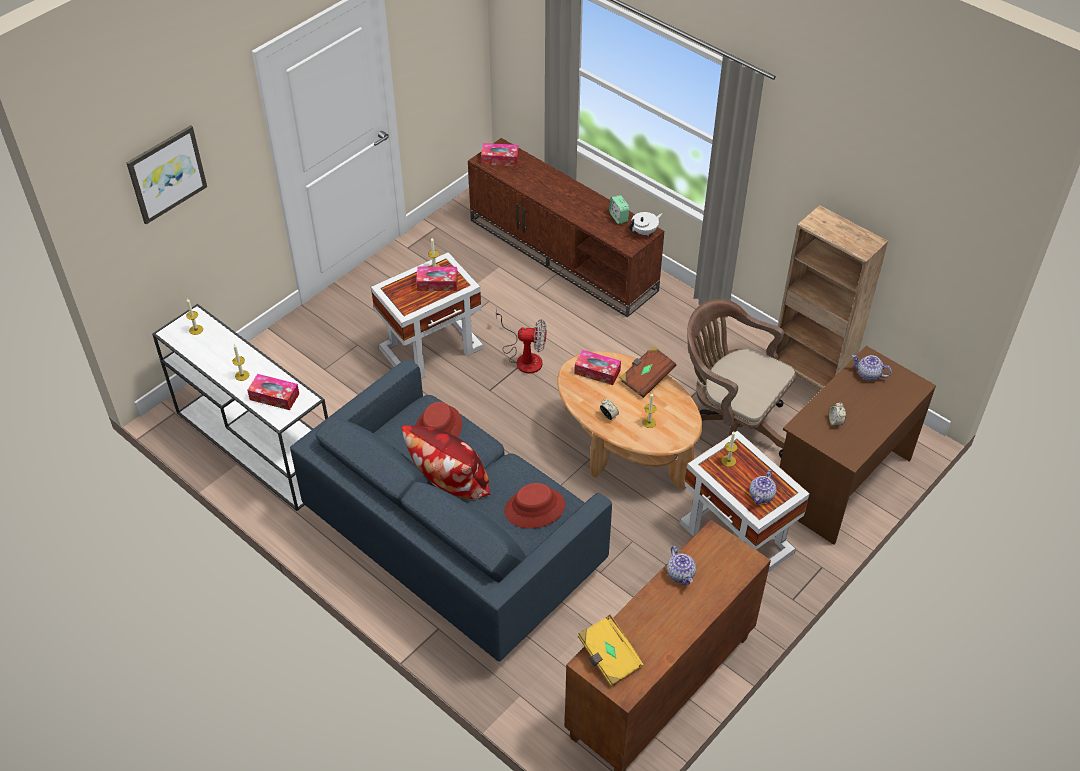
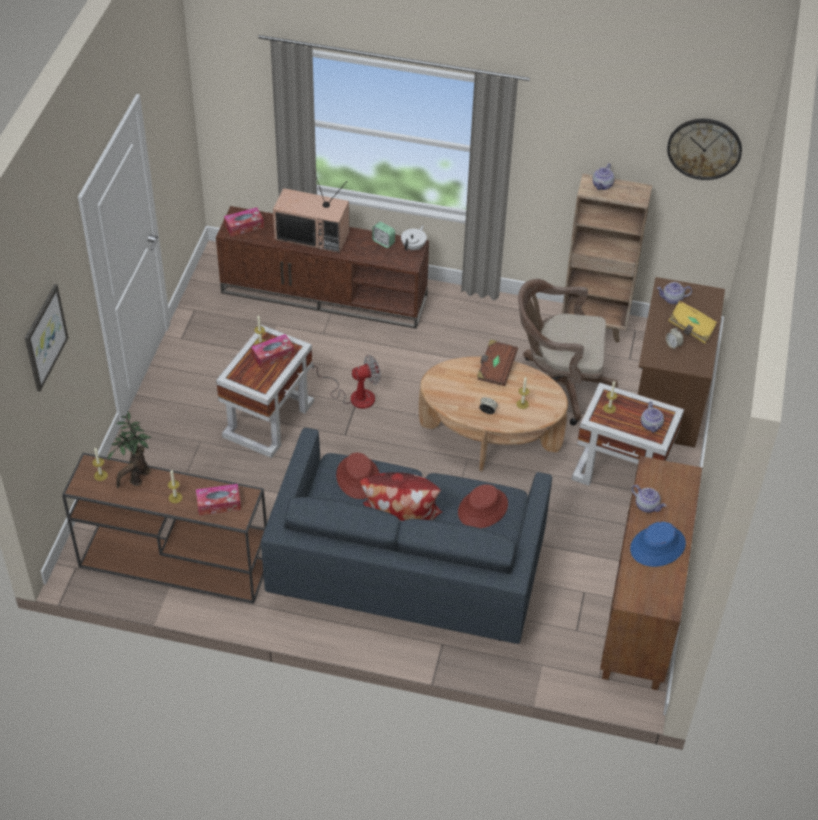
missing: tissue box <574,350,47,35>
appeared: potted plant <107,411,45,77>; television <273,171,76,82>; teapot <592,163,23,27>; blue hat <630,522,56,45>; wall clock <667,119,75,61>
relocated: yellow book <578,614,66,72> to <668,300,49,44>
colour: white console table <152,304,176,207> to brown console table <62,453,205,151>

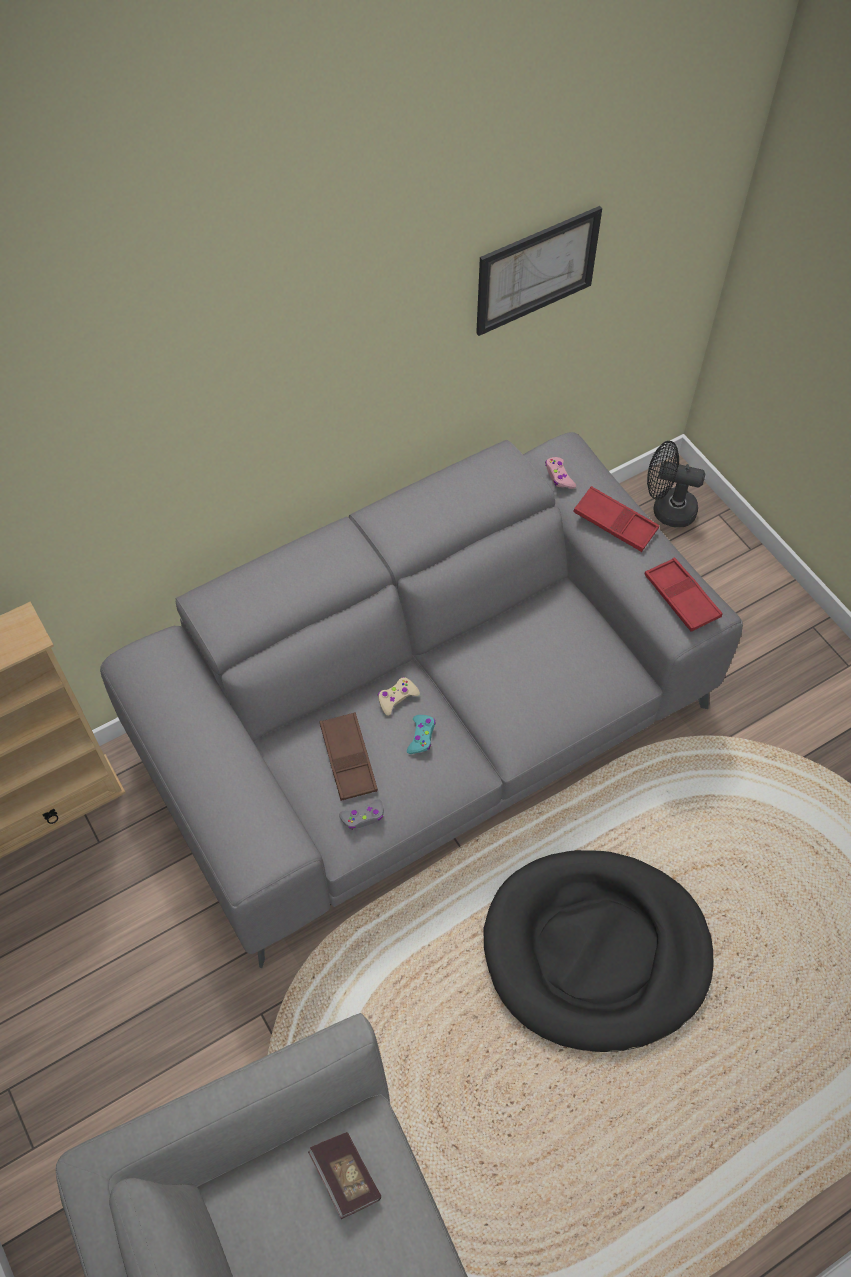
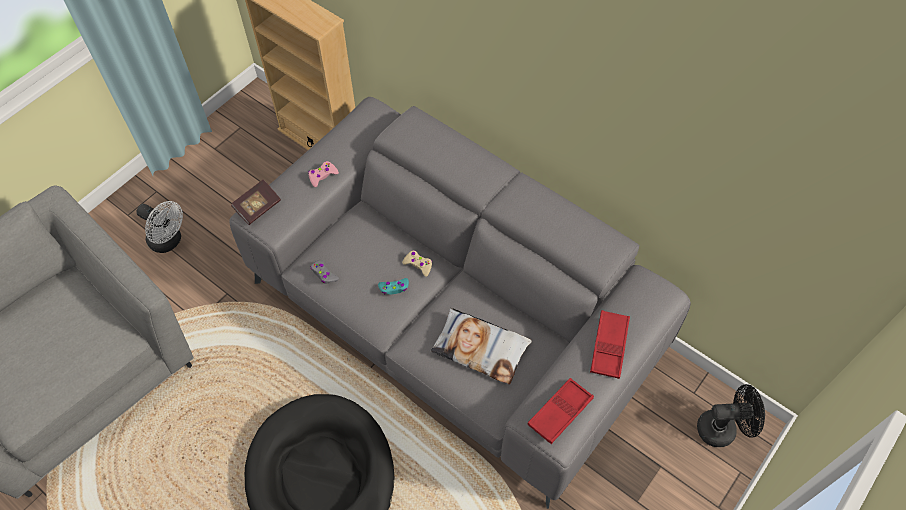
missing: brown tray <320,712,58,89>; picture <476,206,126,130>
appeared: white fan <137,201,46,52>; pillow <431,308,101,76>
relocated: book <308,1132,73,87> to <231,179,50,46>; pink game controller <545,457,31,32> to <308,161,31,26>
spun: black fan <647,441,59,86> = <697,384,68,63> 90 degrees clockwise

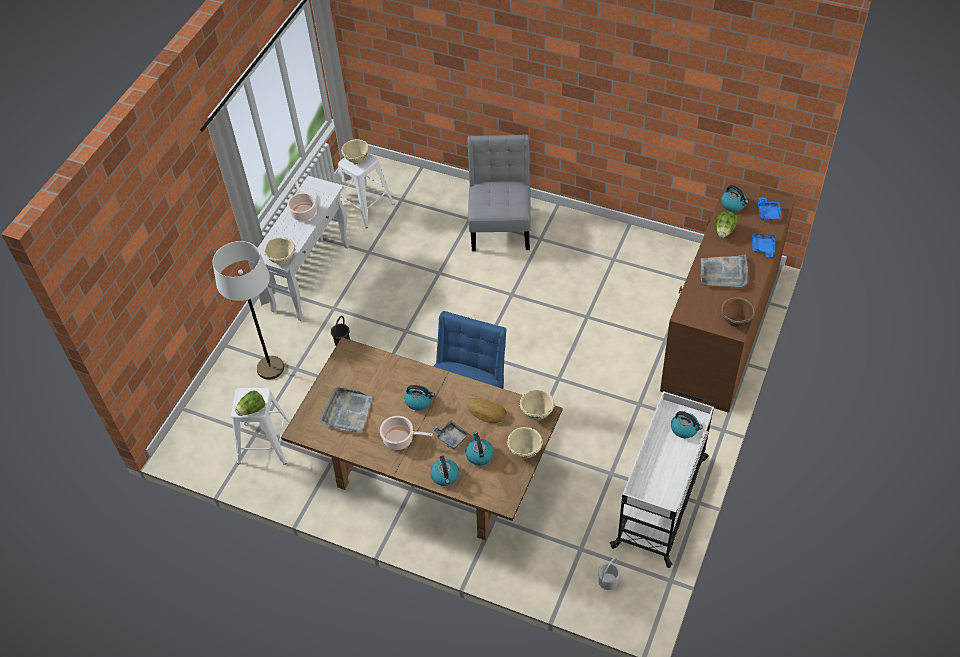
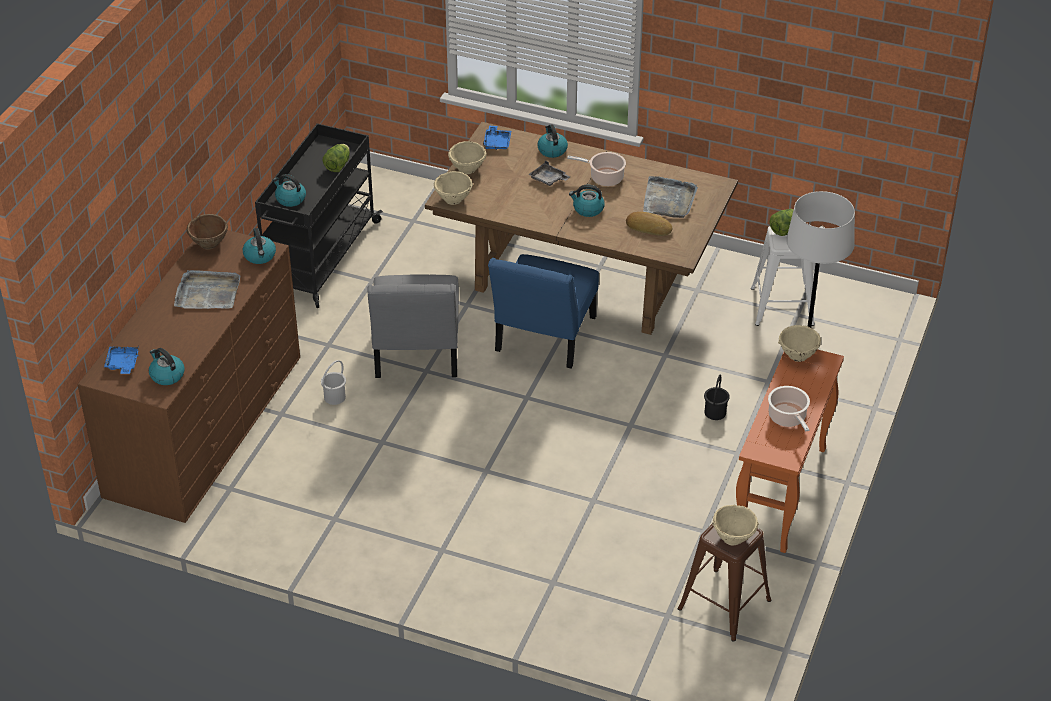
relocated: kettle <465,432,29,34> to <243,228,33,36>; white bucket <598,557,22,33> to <321,360,25,45>; lettuce <716,211,22,27> to <323,144,27,28>; grey chair <467,135,64,116> to <367,274,92,104>; blue tray <752,234,23,23> to <483,125,28,25>; bread <467,398,40,25> to <626,212,46,24>
colour: white cart <609,390,105,178> to black cart <255,123,128,185>; white stool <338,153,57,75> to brown stool <678,524,94,117>; white console table <250,176,100,145> to orange console table <736,349,108,204>

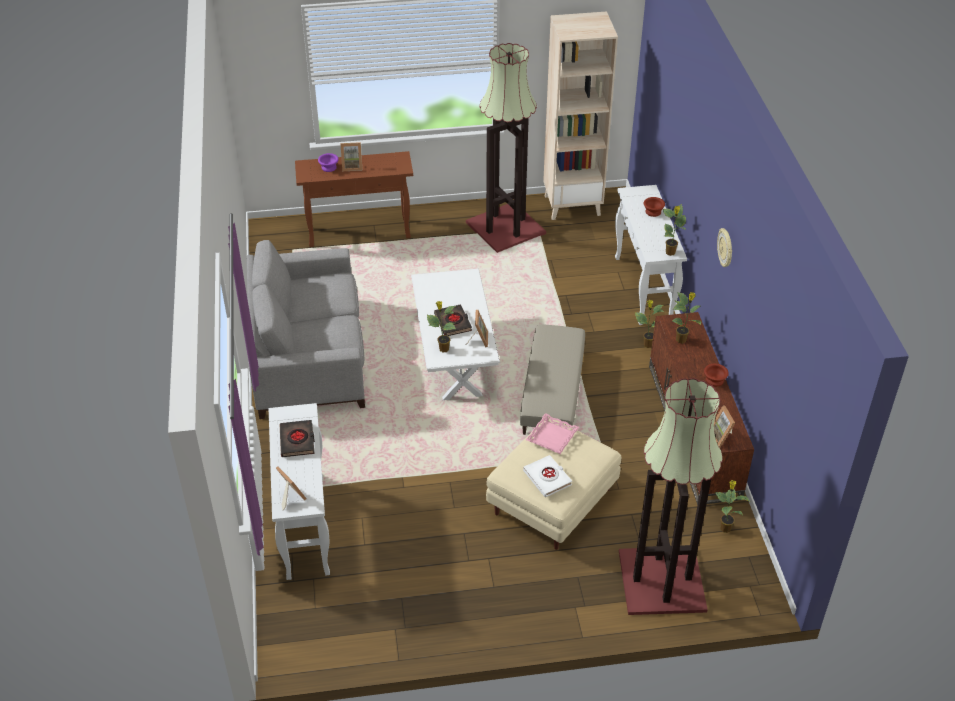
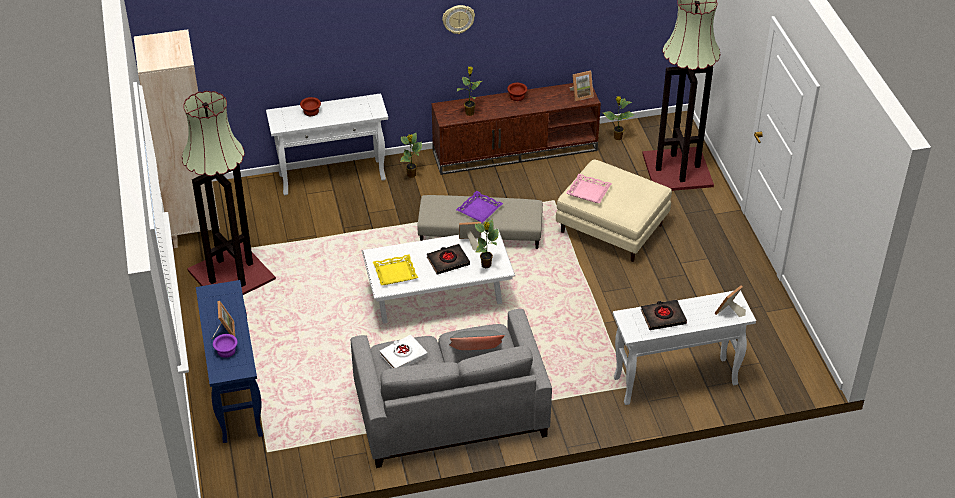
missing: potted plant <663,204,23,52>
appeared: yellow tray <373,255,45,30>; grey pillow <449,330,56,20>; purple tray <456,191,47,32>
relocated: white book <523,455,49,42> to <380,334,47,34>
colour: brown console table <295,151,118,96> to blue console table <196,280,67,163>

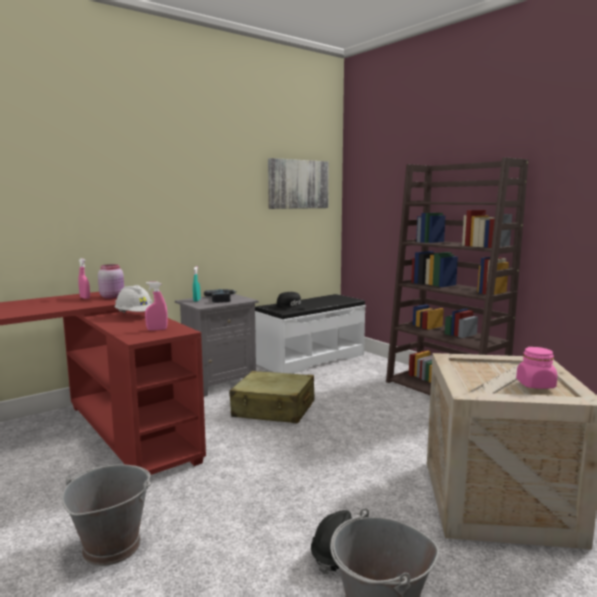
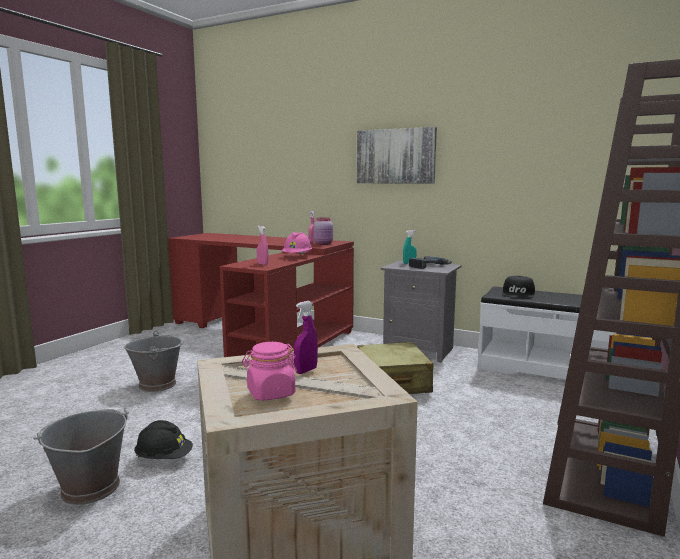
appeared: purple spray bottle <294,301,24,73>
relocated: picture <268,158,61,51> to <357,127,80,56>
colour: white hard hat <115,285,38,28> to pink hard hat <282,232,30,23>

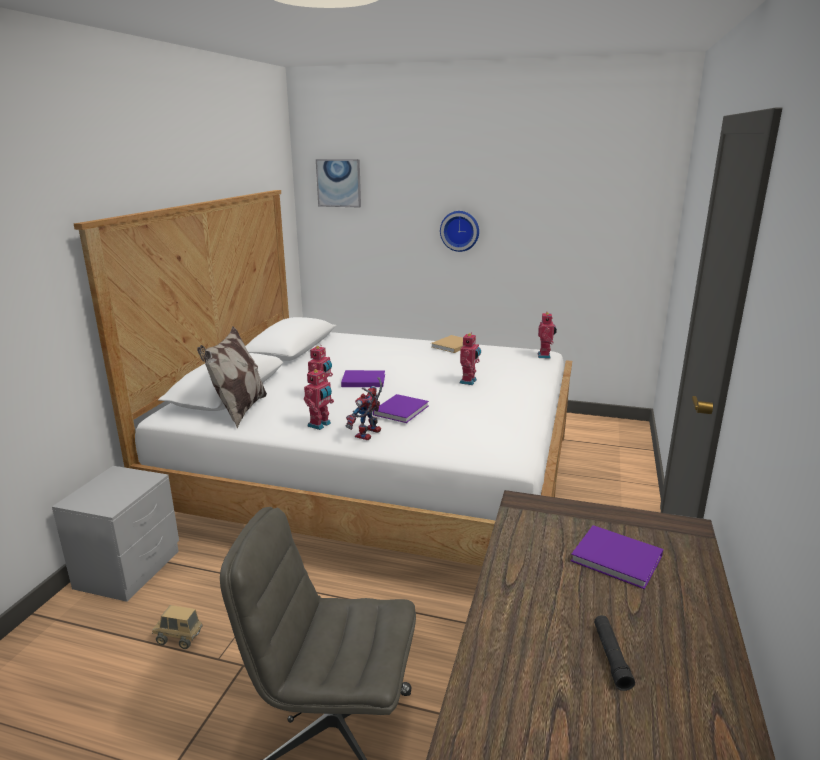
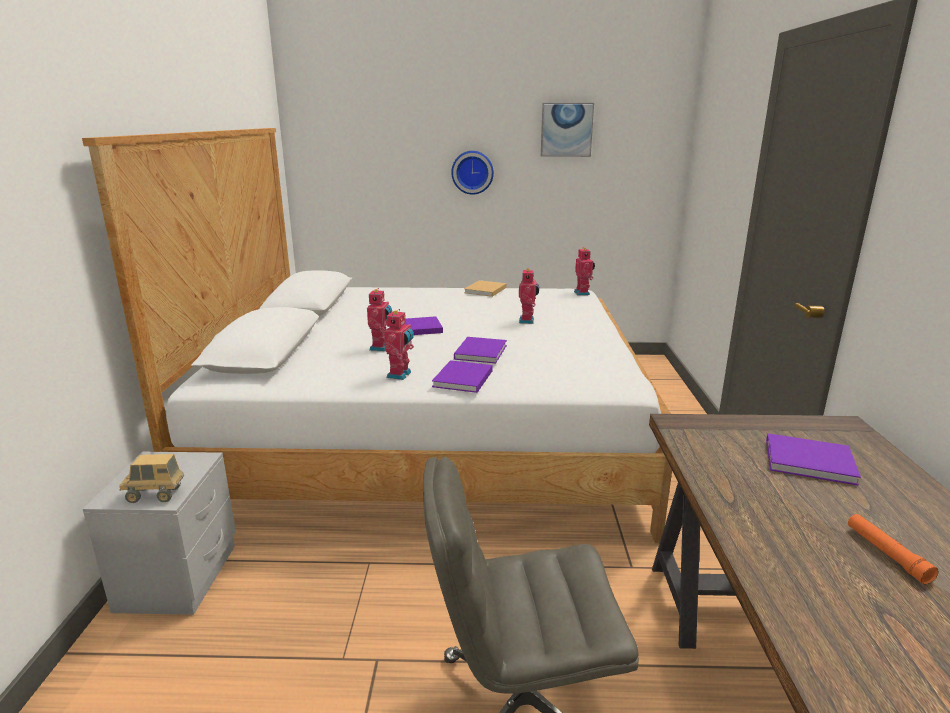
missing: pillow <197,326,70,102>
relocated: toy truck <152,605,51,44> to <119,454,65,49>; picture <316,159,45,49> to <541,103,53,54>
exchanged: toy robot <346,377,36,63> to purple book <432,360,61,33>
colour: black flashlight <594,615,41,76> to orange flashlight <848,514,91,70>

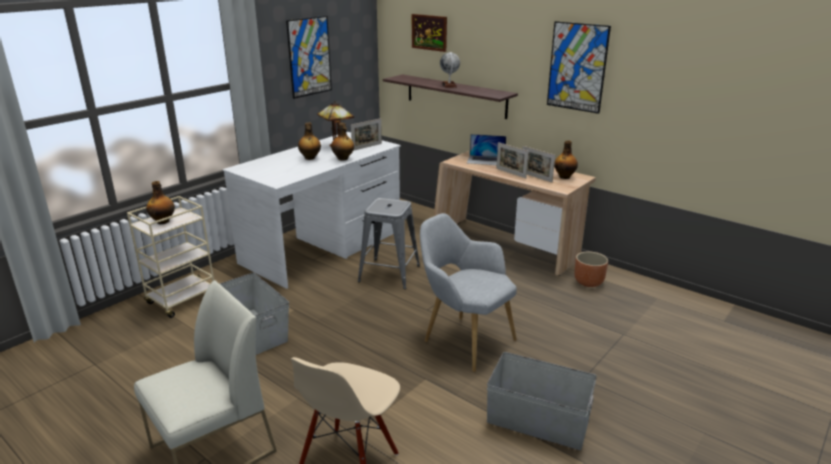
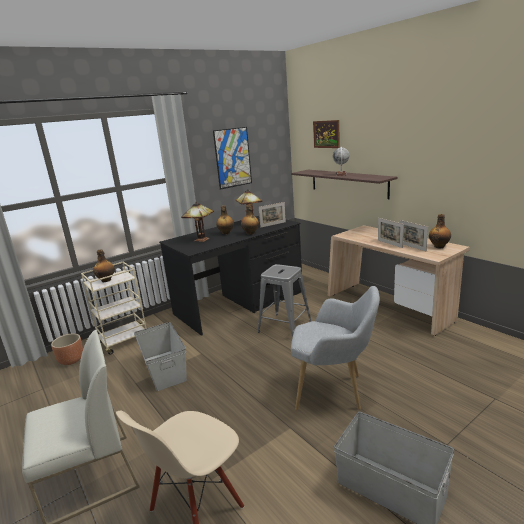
missing: laptop <467,134,39,31>; picture <547,21,64,93>
appeared: table lamp <181,202,33,40>
relocated: brown planter <574,251,34,36> to <51,333,32,32>
colour: white desk <223,132,178,157> to black desk <159,216,143,120>
spun: grey armchair <420,213,97,159> = <291,286,89,124> 135 degrees clockwise

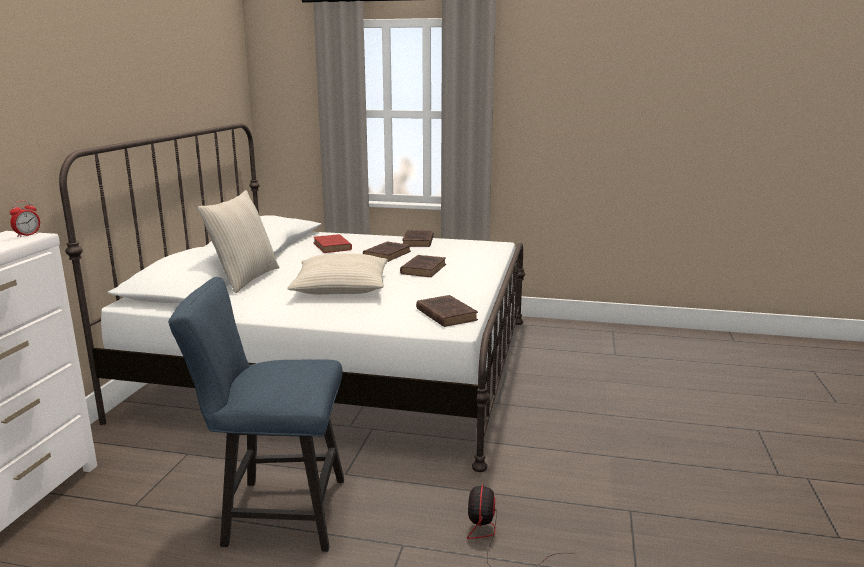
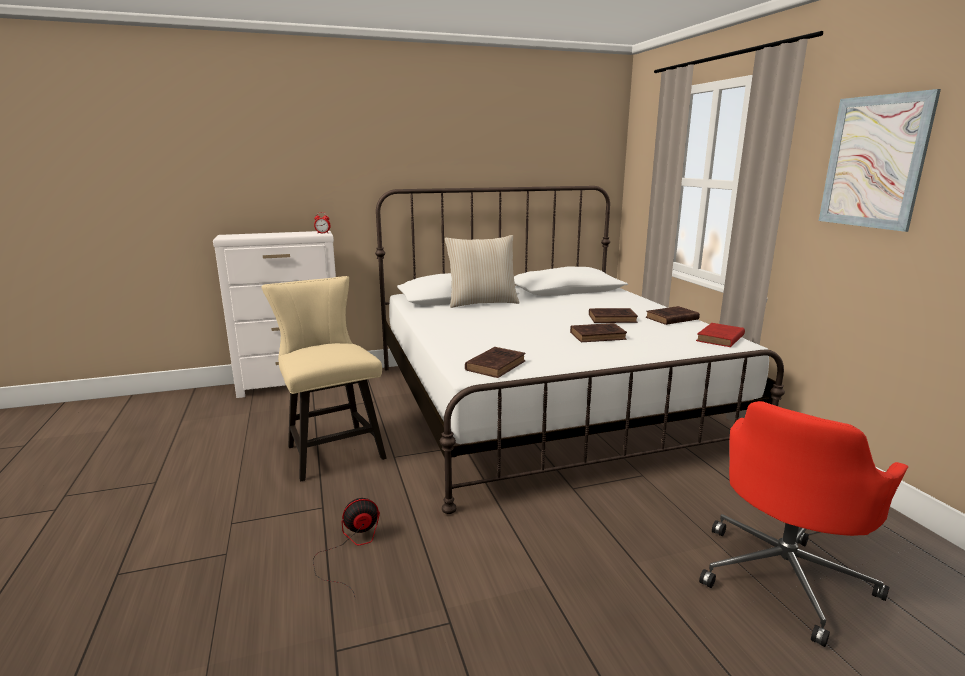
missing: beige pillow <287,254,101,41>
appeared: red office chair <699,401,209,246>; picture <819,89,122,143>
relocated: red book <313,234,39,19> to <696,323,49,24>
colour: blue chair <168,277,176,275> to beige chair <262,276,125,205>

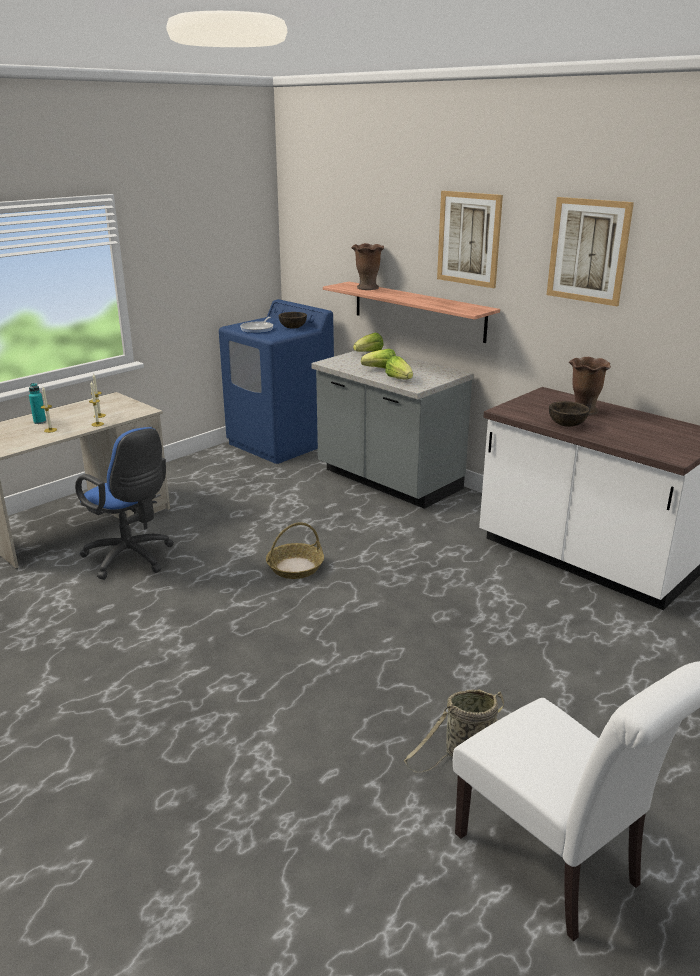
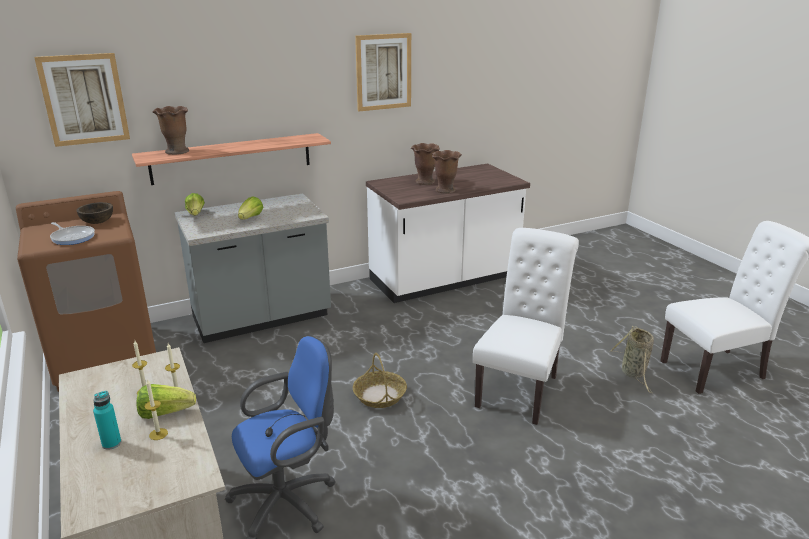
appeared: white chair <473,228,106,197>
relocated: picture <437,191,66,97> to <34,53,96,94>; lettuce <385,356,28,23> to <136,384,60,35>
exchanged: brown bowl <549,401,41,26> to brown vase <432,150,30,44>
colour: blue washing machine <219,299,115,165> to brown washing machine <16,191,140,201>

